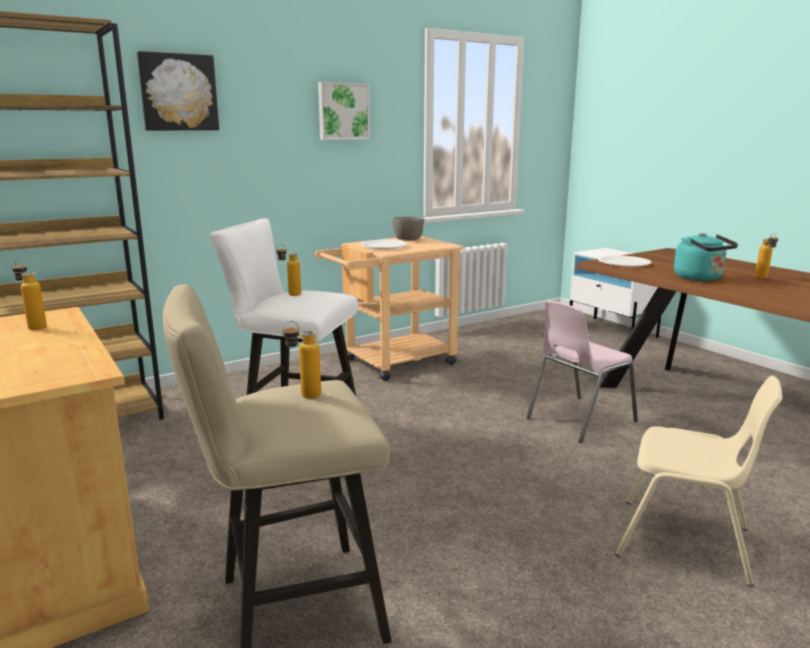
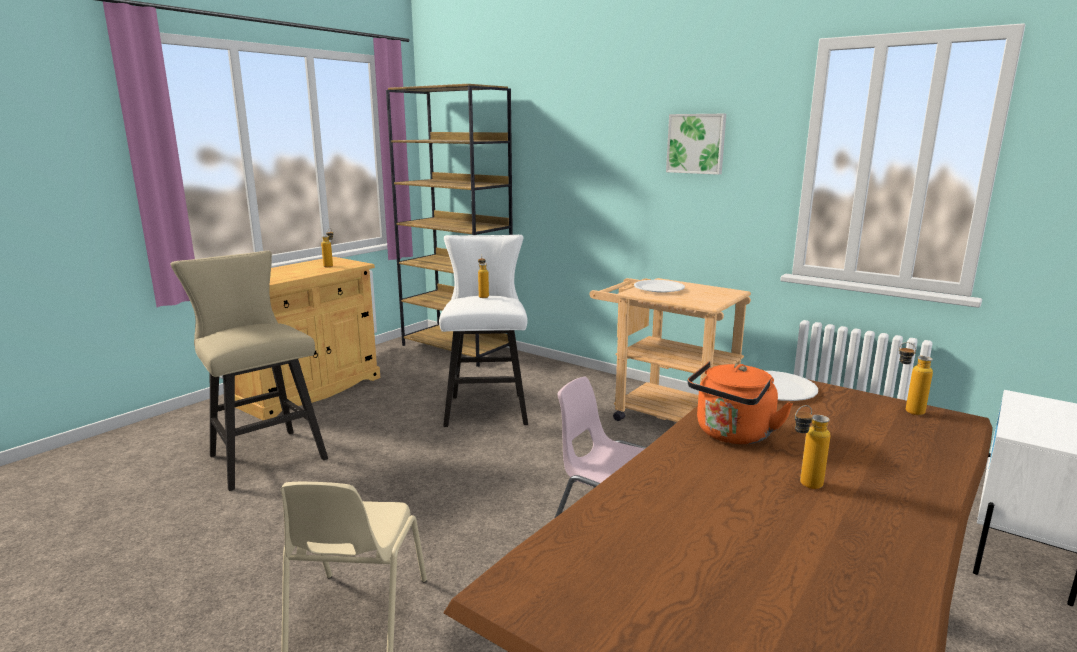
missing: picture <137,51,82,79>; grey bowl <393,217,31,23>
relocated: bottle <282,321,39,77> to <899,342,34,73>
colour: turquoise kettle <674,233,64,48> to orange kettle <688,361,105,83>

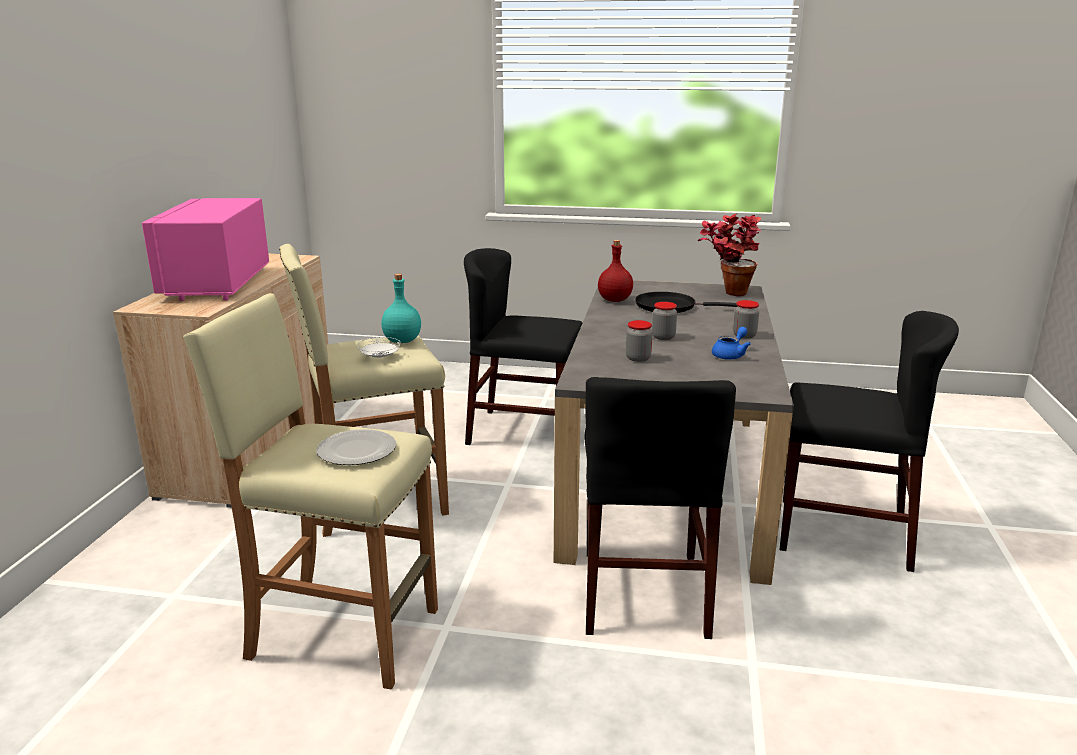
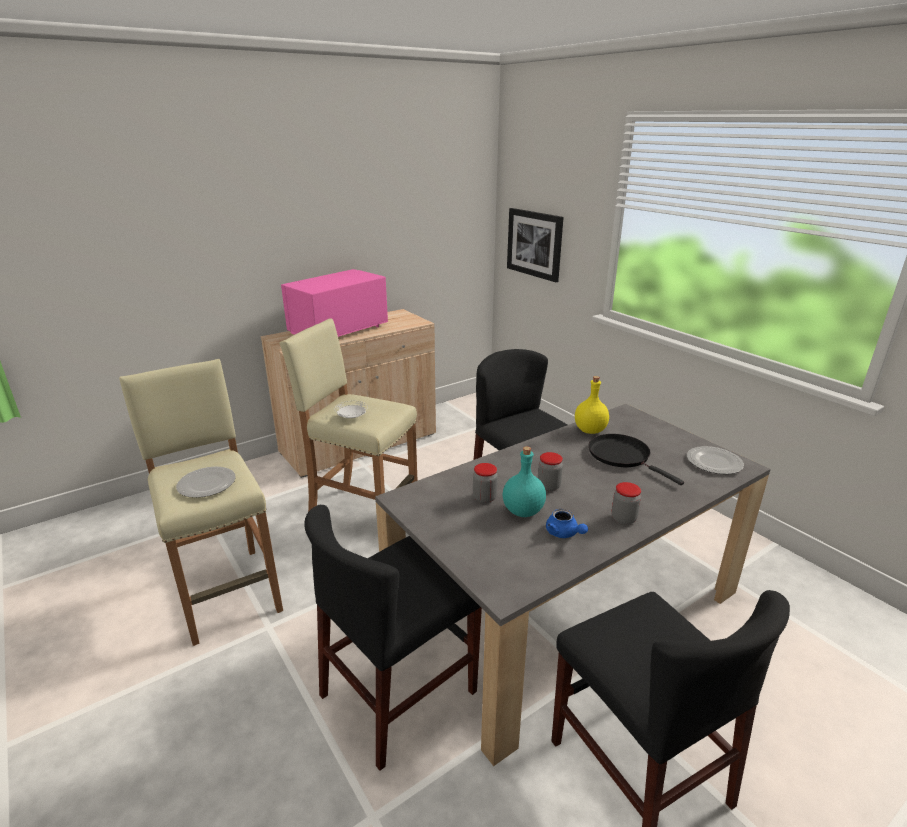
appeared: picture <507,208,57,74>
relocated: turquoise bottle <381,274,40,69> to <503,446,43,71>
exchanged: potted plant <697,214,64,82> to plate <687,446,57,28>
colour: red bottle <598,240,35,62> to yellow bottle <575,376,34,58>
spun: blue teapot <712,327,39,33> = <546,509,42,29> 60 degrees clockwise

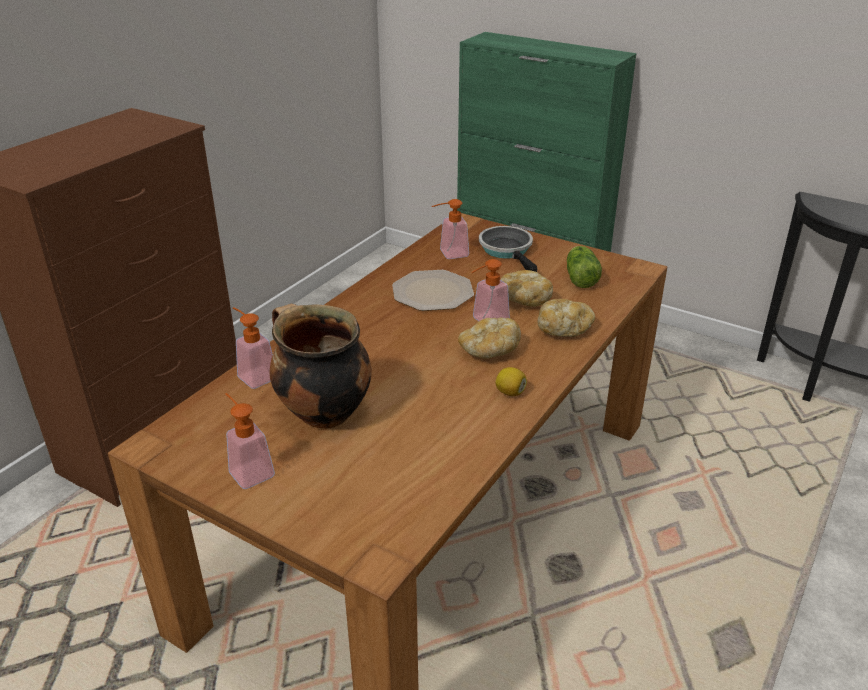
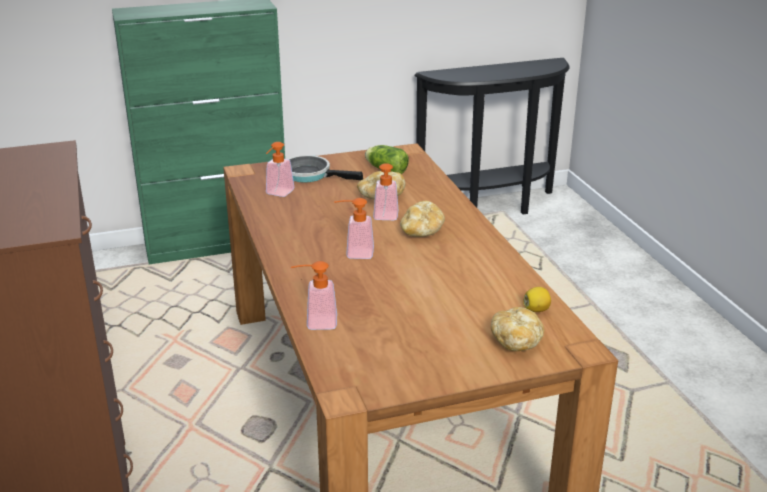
missing: cooking pot <269,304,103,125>; plate <392,270,82,41>
relocated: soap dispenser <225,393,50,96> to <335,198,39,61>; bread <537,299,58,38> to <491,307,53,44>; lemon <495,367,32,29> to <523,287,28,25>

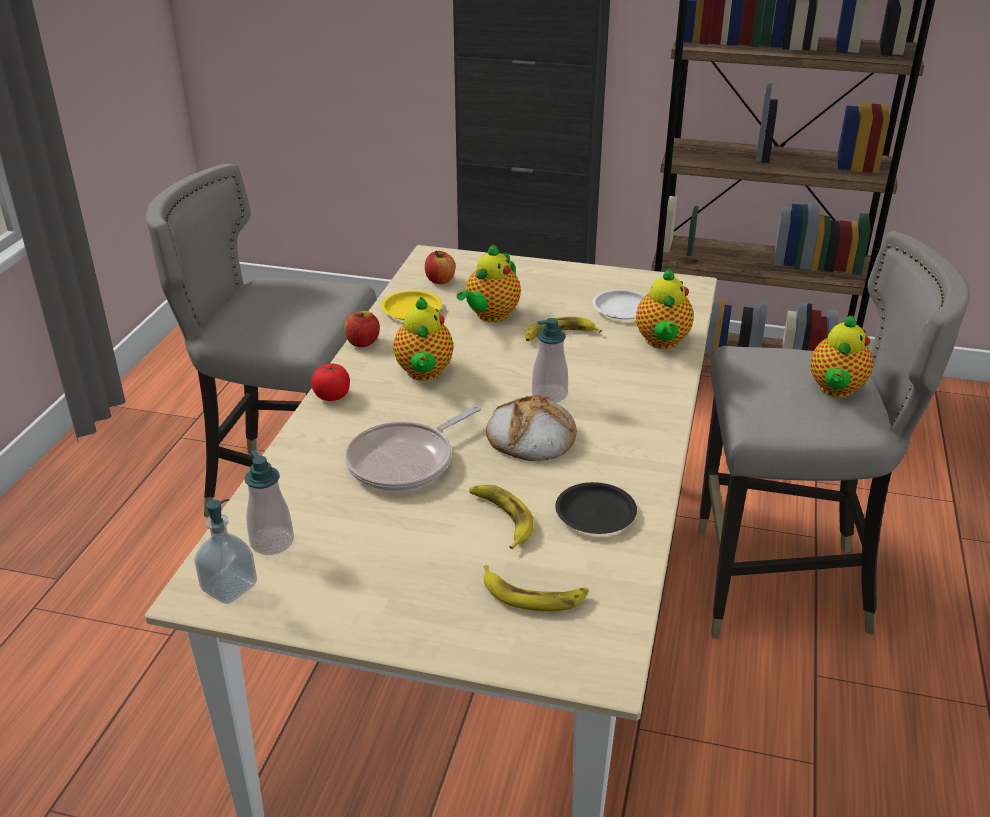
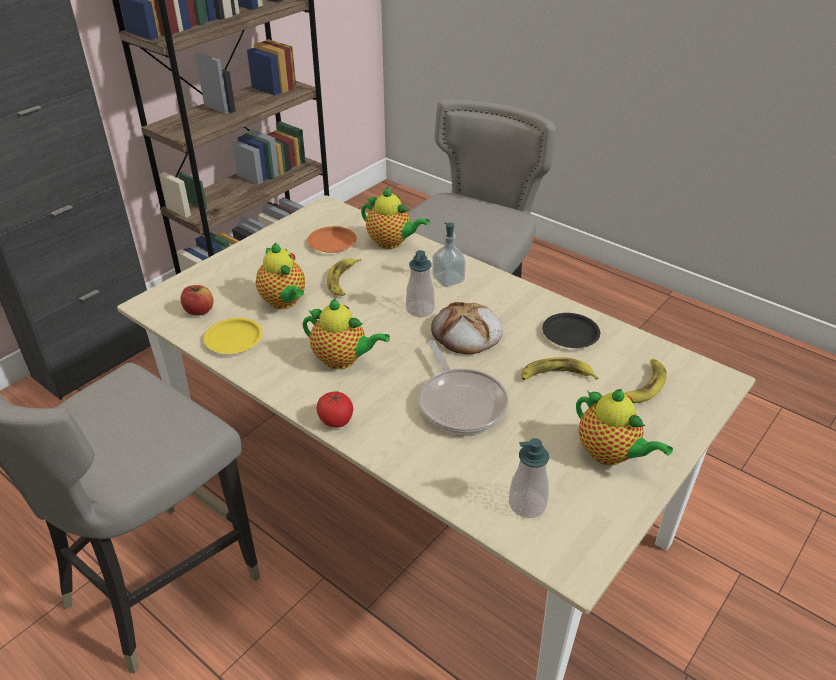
missing: apple <345,311,35,36>
relocated: soap dispenser <194,499,63,105> to <433,223,33,64>; teapot <811,314,62,84> to <576,389,97,76>
colour: white plate <592,289,54,30> to orange plate <307,226,50,27>

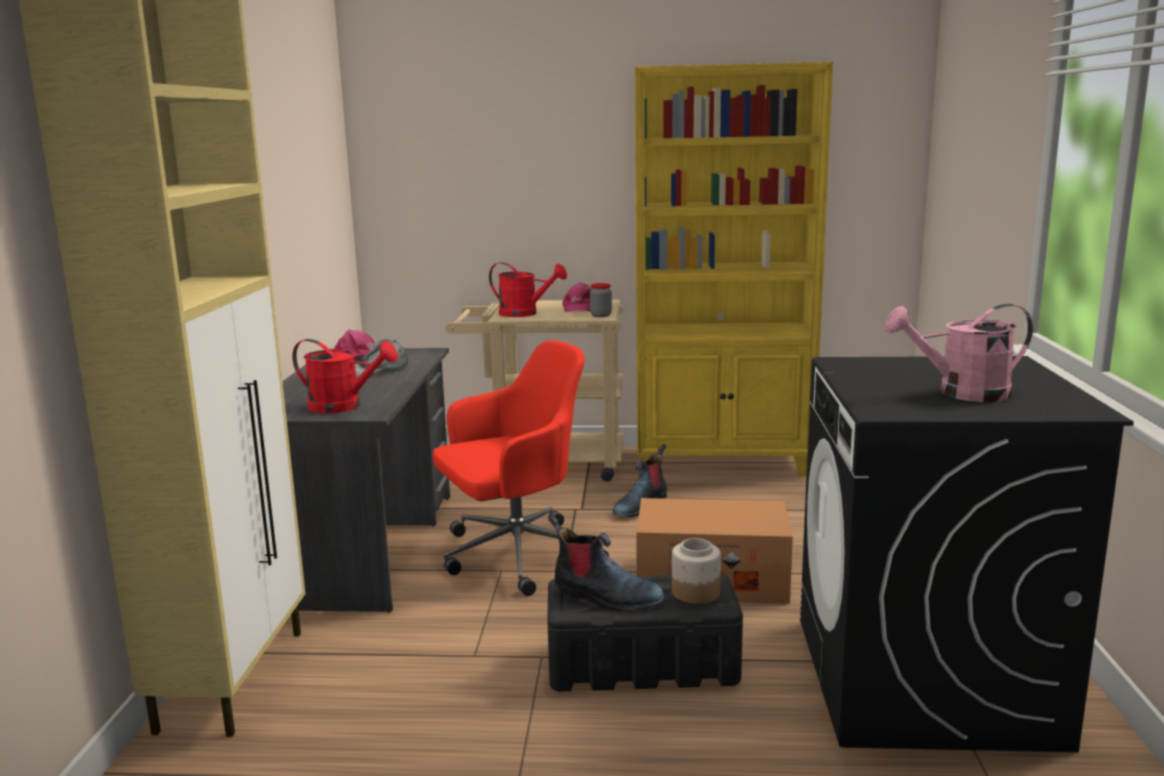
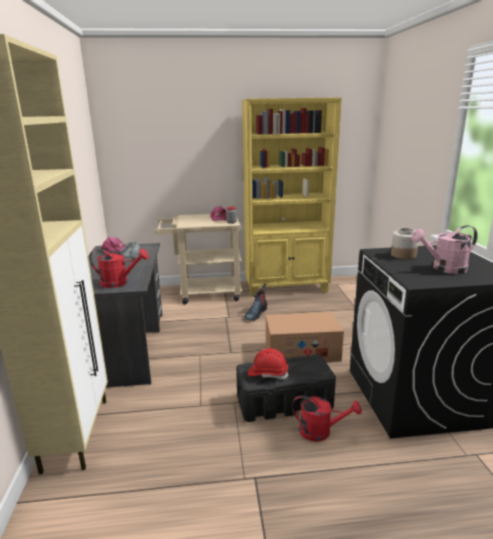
missing: red office chair <432,341,177,255>
relocated: red watering can <489,262,78,55> to <292,395,70,47>; jar <672,538,49,66> to <391,228,27,31>
exchanged: boot <549,515,115,97> to red hard hat <248,348,41,31>

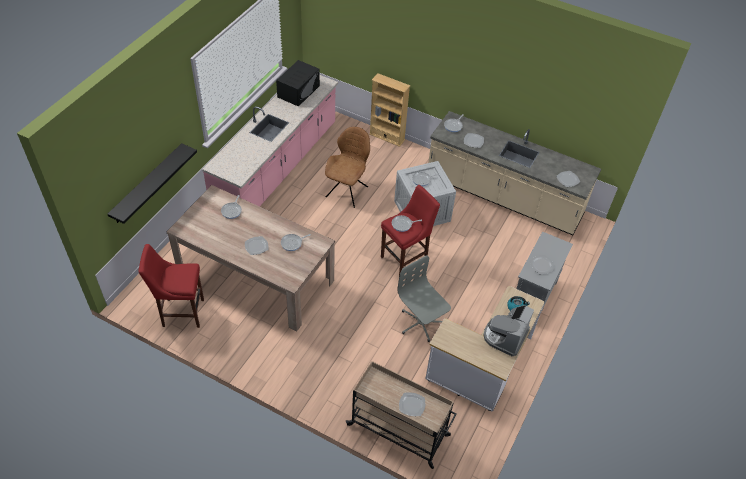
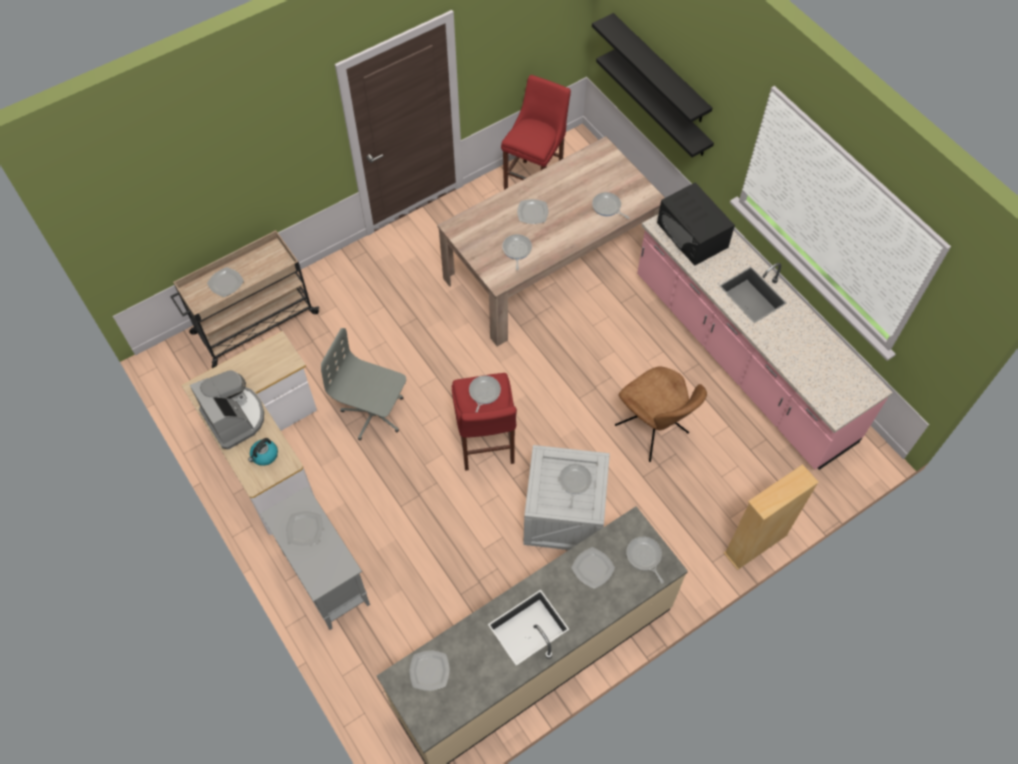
appeared: black shelf <592,13,120,110>
relocated: black microwave <276,60,44,46> to <657,182,78,84>
spun: grey office chair <397,255,54,87> = <321,328,85,113> 150 degrees counterclockwise

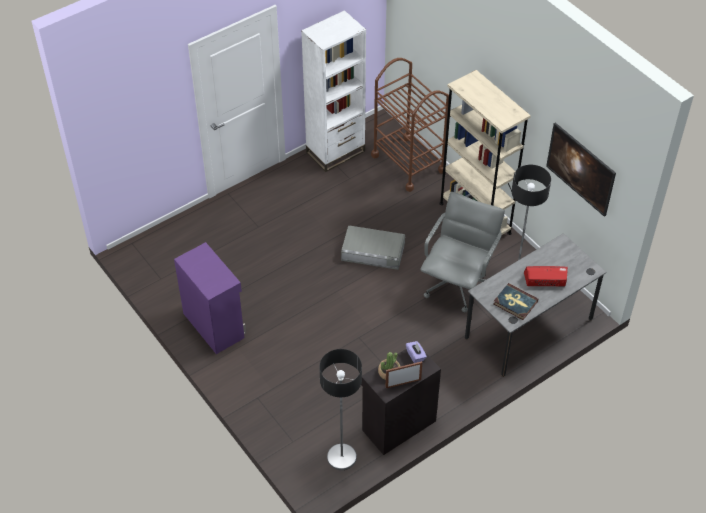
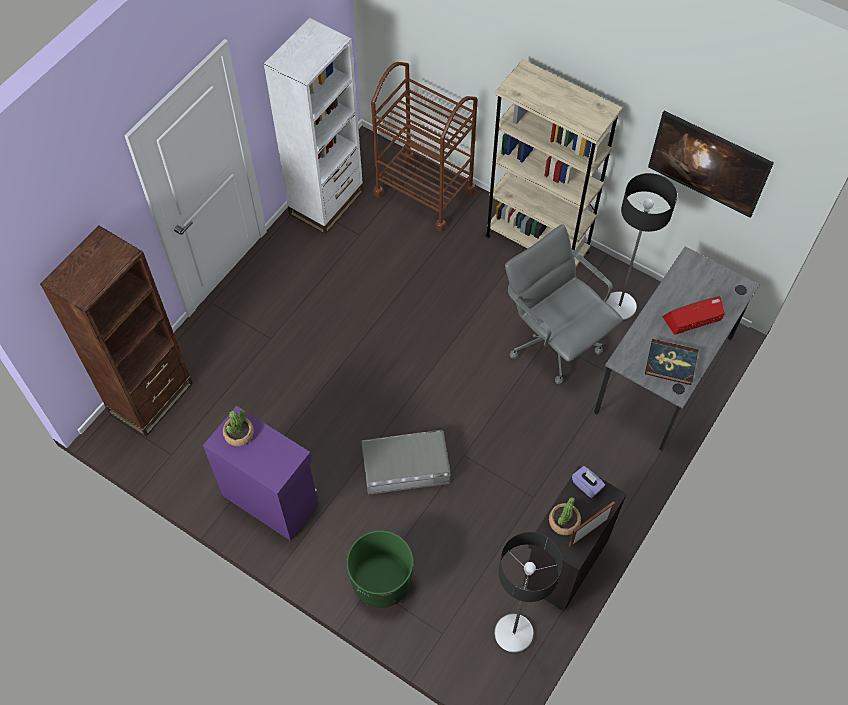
appeared: brown bookcase <40,225,153,212>; potted plant <223,410,31,36>; green planter <347,530,66,78>
relocated: grey storage box <341,226,64,44> to <361,430,90,65>
spun: grey office chair <420,192,85,120> = <505,224,118,160> 45 degrees counterclockwise

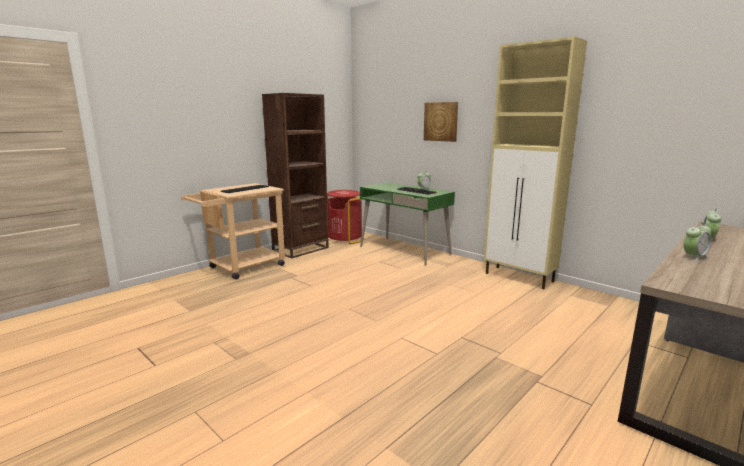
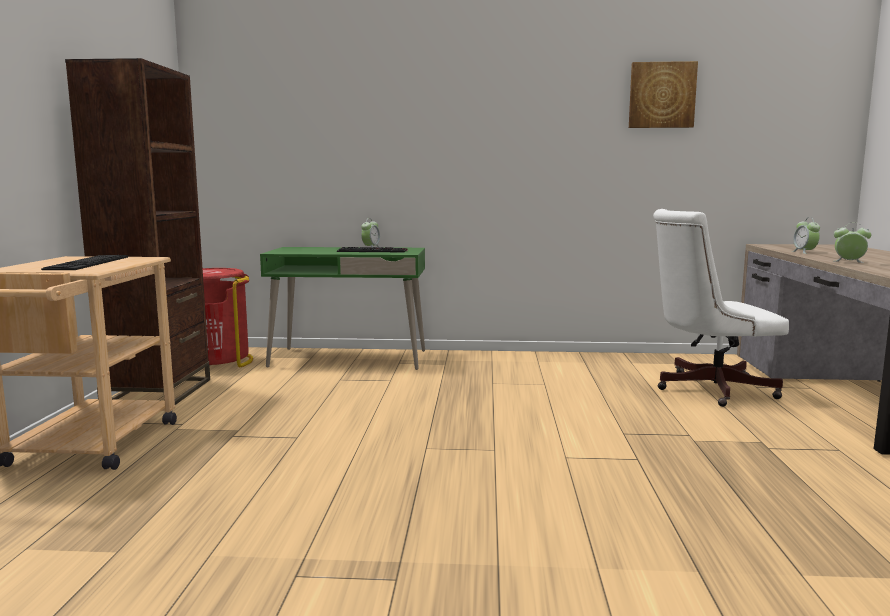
missing: beige cabinet <484,36,103,253>
appeared: white office chair <653,209,136,198>
relocated: picture <424,102,34,40> to <629,61,69,67>
spun: alarm clock <684,222,28,39> = <834,223,38,40> 90 degrees counterclockwise

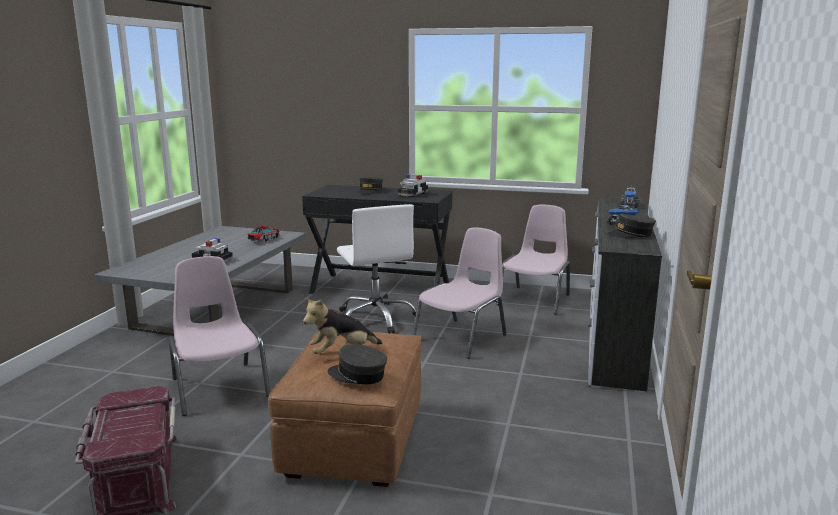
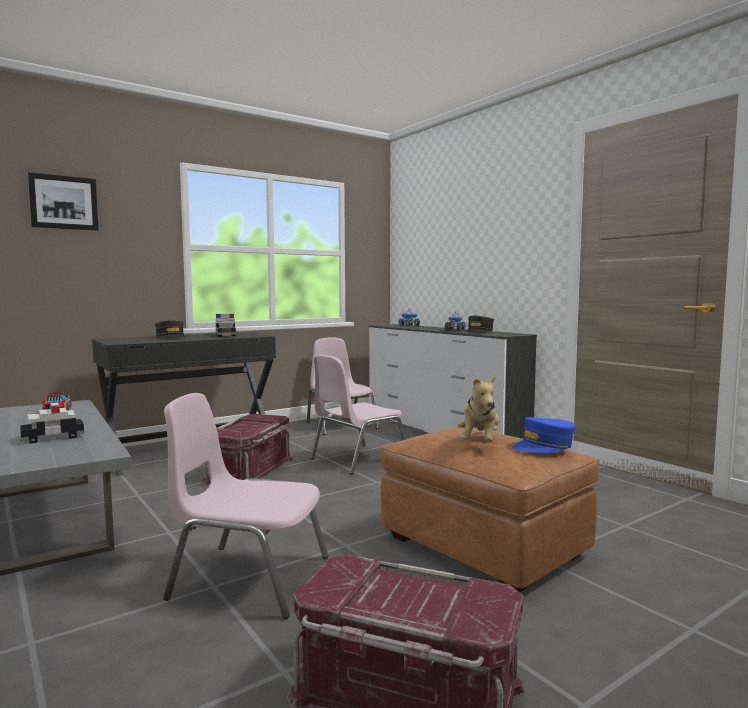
appeared: picture <28,172,71,59>
exchanged: white office chair <337,204,83,129> to red storage box <202,414,91,71>
colour: grey cap <327,344,60,41> to blue cap <512,417,64,36>
spun: pink chair <412,227,95,132> = <310,355,96,119> 120 degrees counterclockwise

